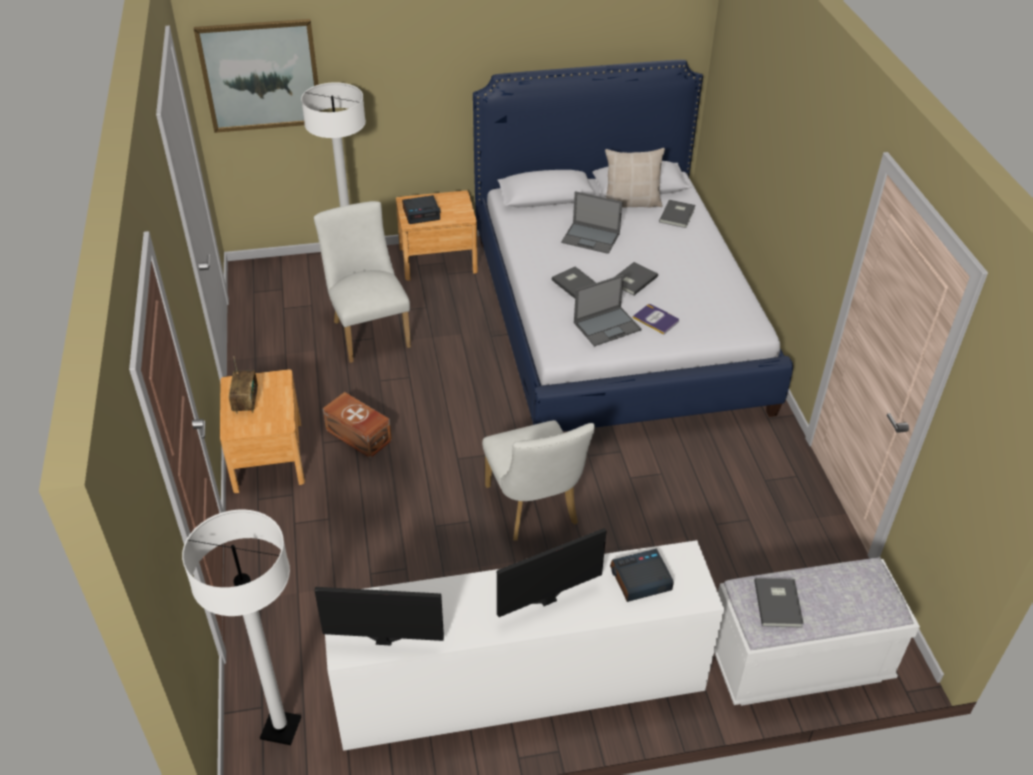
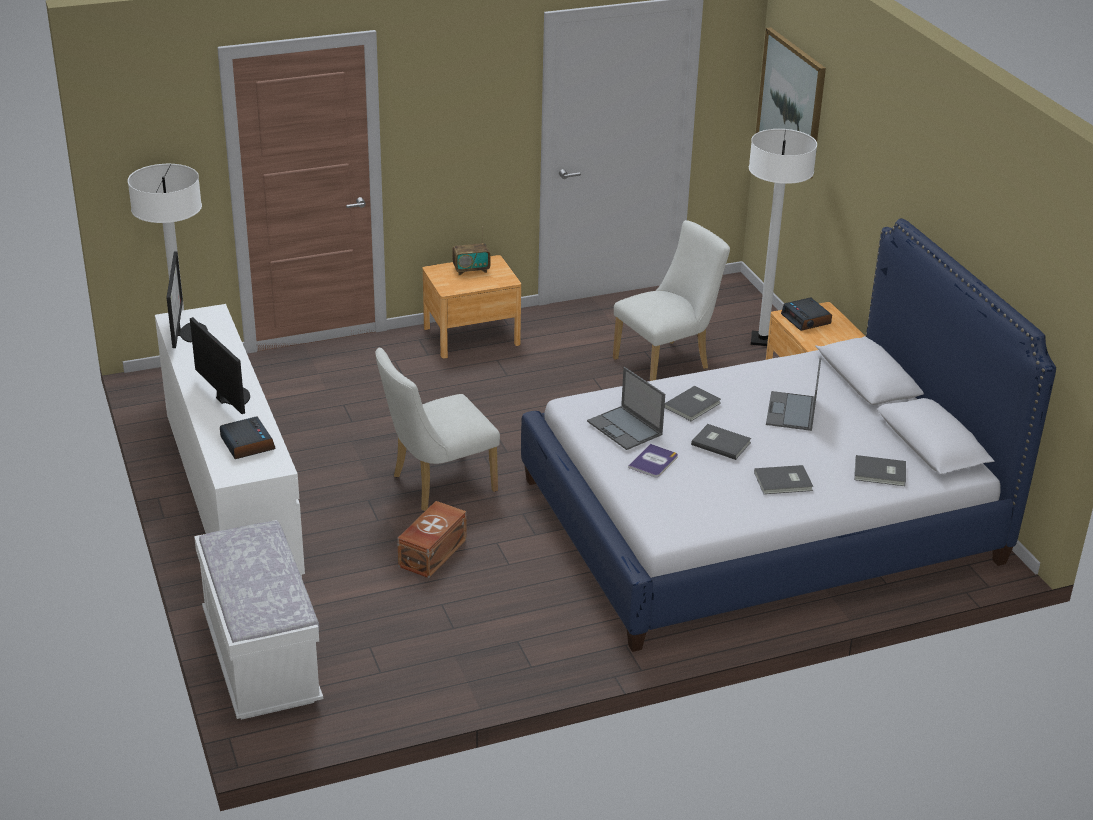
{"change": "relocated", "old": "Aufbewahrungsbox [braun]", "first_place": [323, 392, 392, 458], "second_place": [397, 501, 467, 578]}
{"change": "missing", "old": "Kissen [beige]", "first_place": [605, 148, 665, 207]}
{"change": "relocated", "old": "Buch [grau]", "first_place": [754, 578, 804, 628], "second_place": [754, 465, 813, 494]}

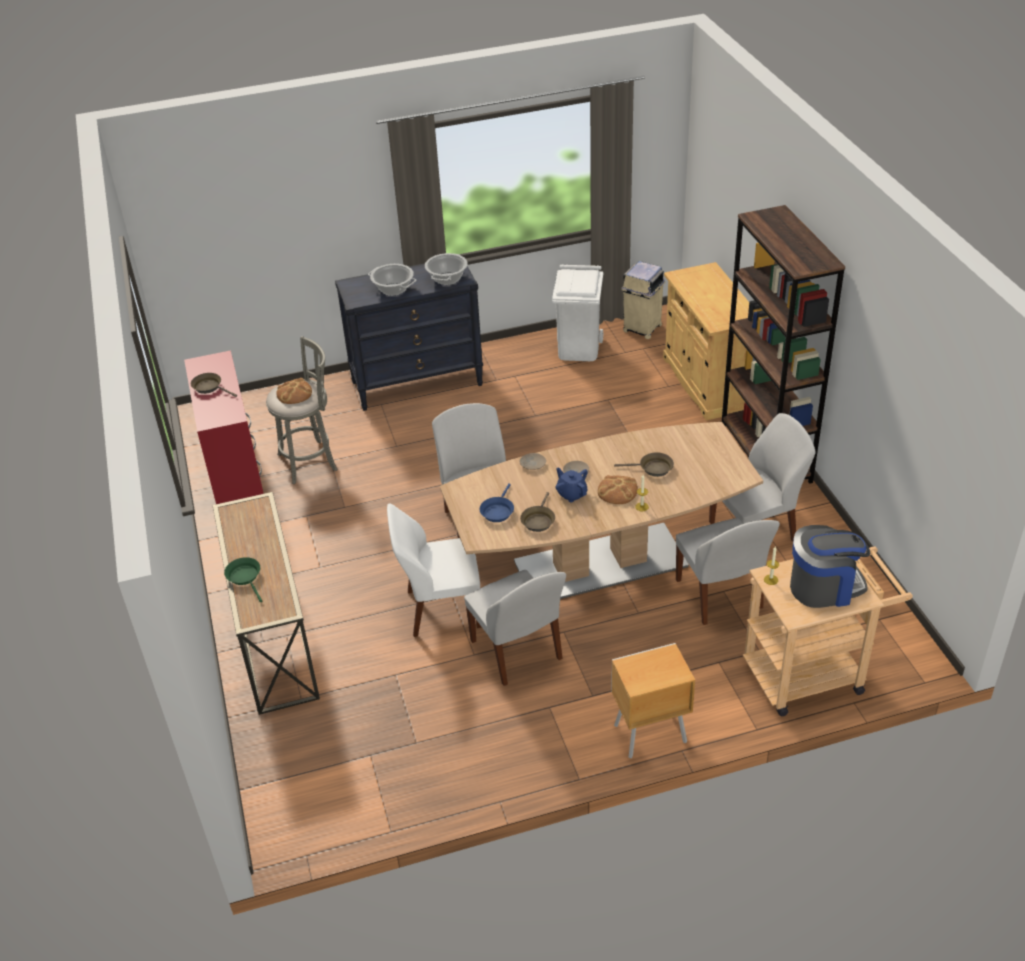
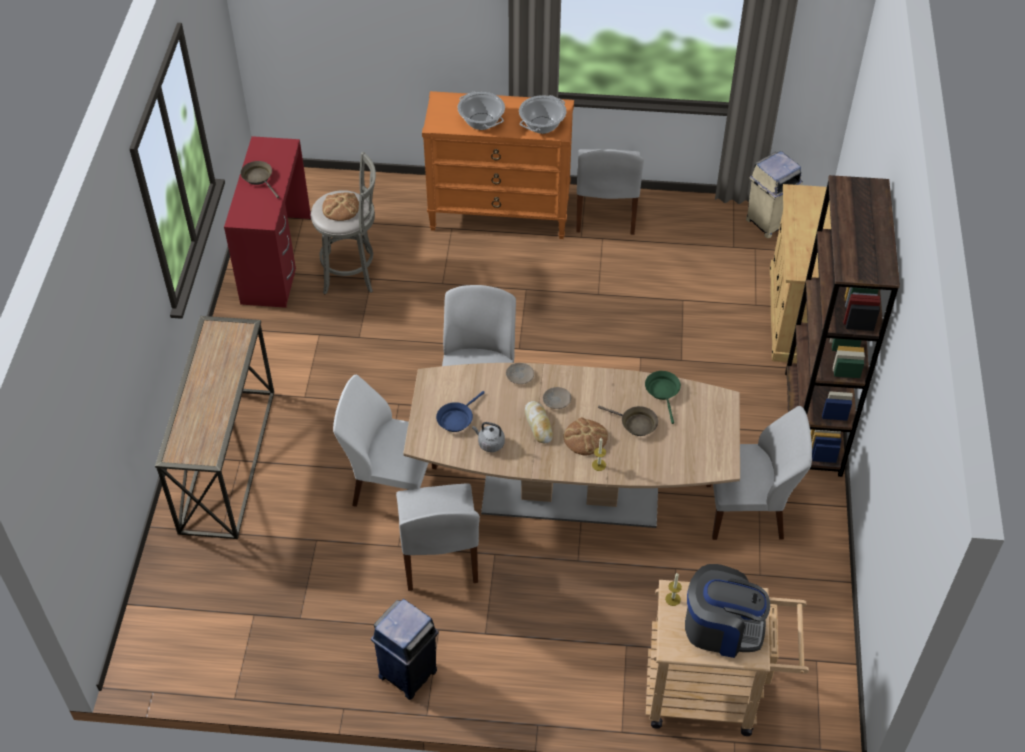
{"change": "relocated", "old": "Pfanne [grün]", "first_place": [224, 557, 262, 602], "second_place": [645, 371, 681, 424]}
{"change": "colour", "old": "Kommode [schwarz]", "new": "Kommode [orange]", "first_place": [335, 263, 483, 411], "second_place": [422, 91, 574, 239]}
{"change": "exchanged", "old": "Pfanne [braun]", "new": "Wasserkessel [grau]", "first_place": [520, 492, 555, 532], "second_place": [472, 422, 505, 452]}
{"change": "missing", "old": "Mülleimer [weiß]", "first_place": [552, 264, 603, 361]}
{"change": "exchanged", "old": "Teekanne [blau]", "new": "Brot", "first_place": [555, 467, 588, 502], "second_place": [525, 401, 553, 443]}
{"change": "missing", "old": "Nachttisch [braun]", "first_place": [611, 643, 695, 758]}
{"change": "relocated", "old": "Stuhl [weiß]", "first_place": [676, 518, 780, 625], "second_place": [576, 149, 644, 235]}
{"change": "appeared", "new": "Mülleimer [blau]", "second_place": [371, 599, 439, 700]}

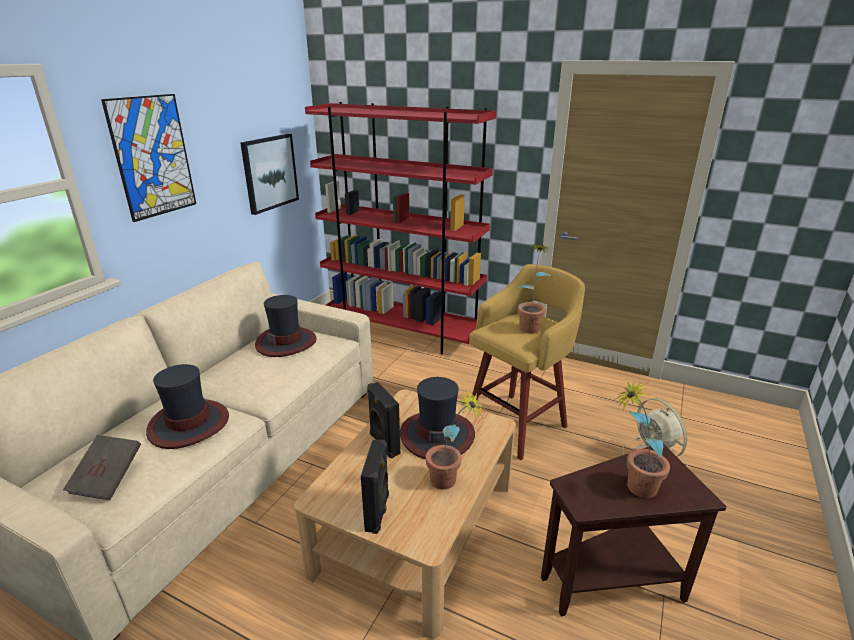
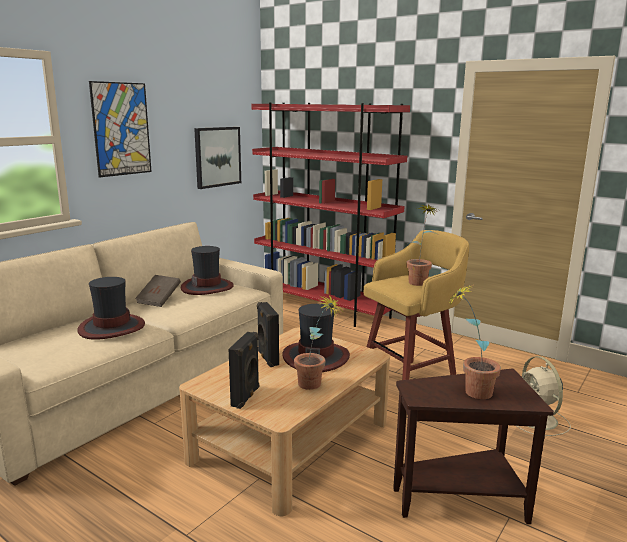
{"change": "relocated", "old": "Buch [braun]", "first_place": [63, 435, 141, 500], "second_place": [135, 275, 181, 307]}

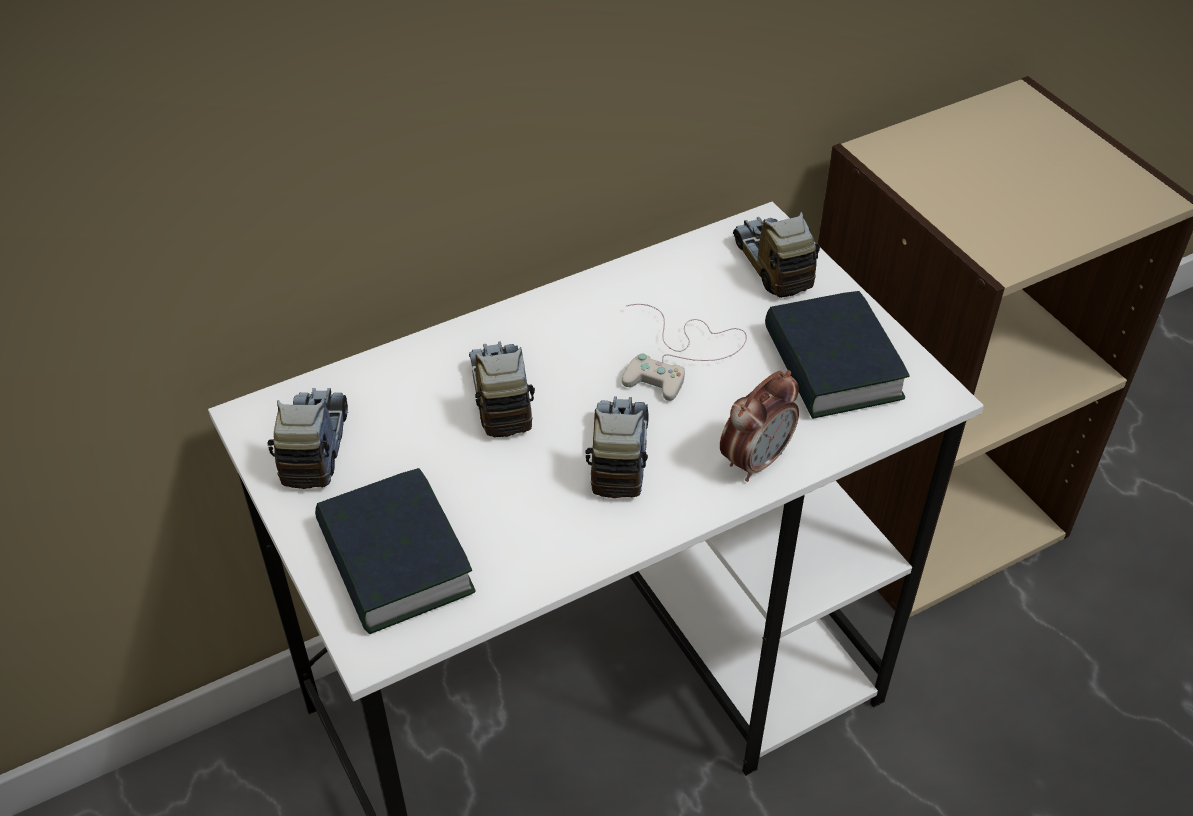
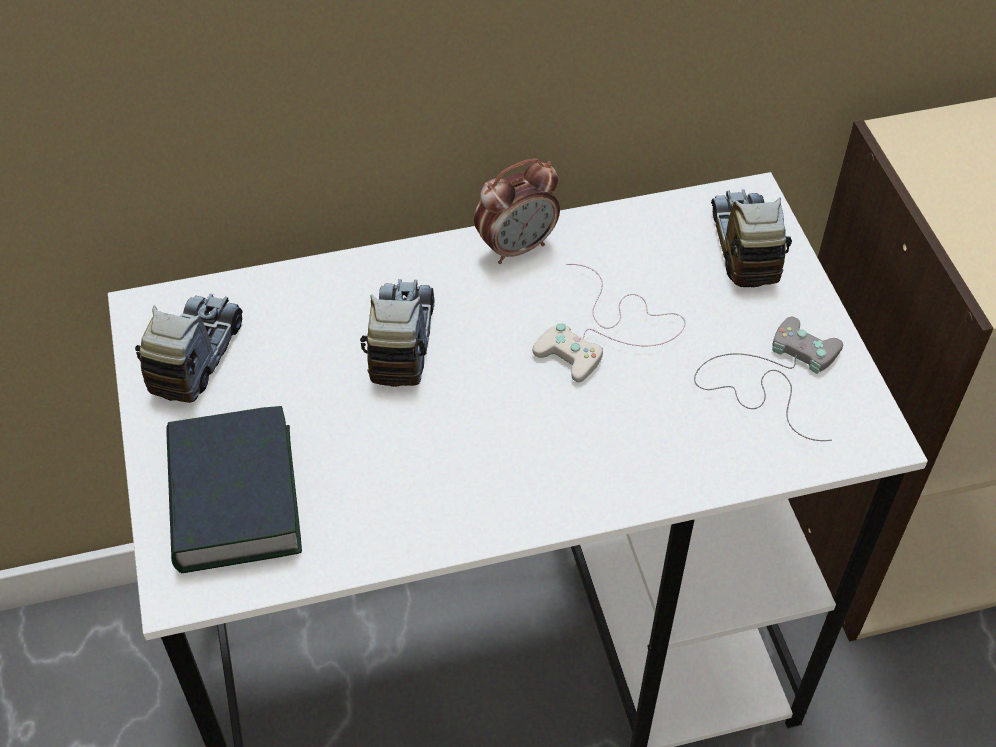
{"change": "missing", "old": "Spielzeuglaster", "first_place": [586, 396, 649, 498]}
{"change": "relocated", "old": "Wecker", "first_place": [720, 370, 799, 482], "second_place": [474, 158, 560, 264]}
{"change": "exchanged", "old": "Buch", "new": "Gamepad [grau]", "first_place": [765, 291, 910, 419], "second_place": [694, 317, 843, 441]}

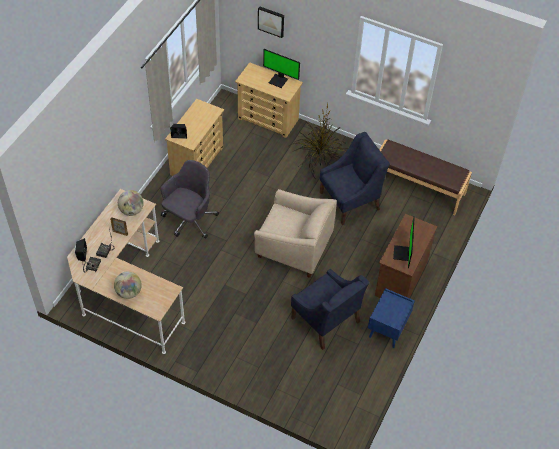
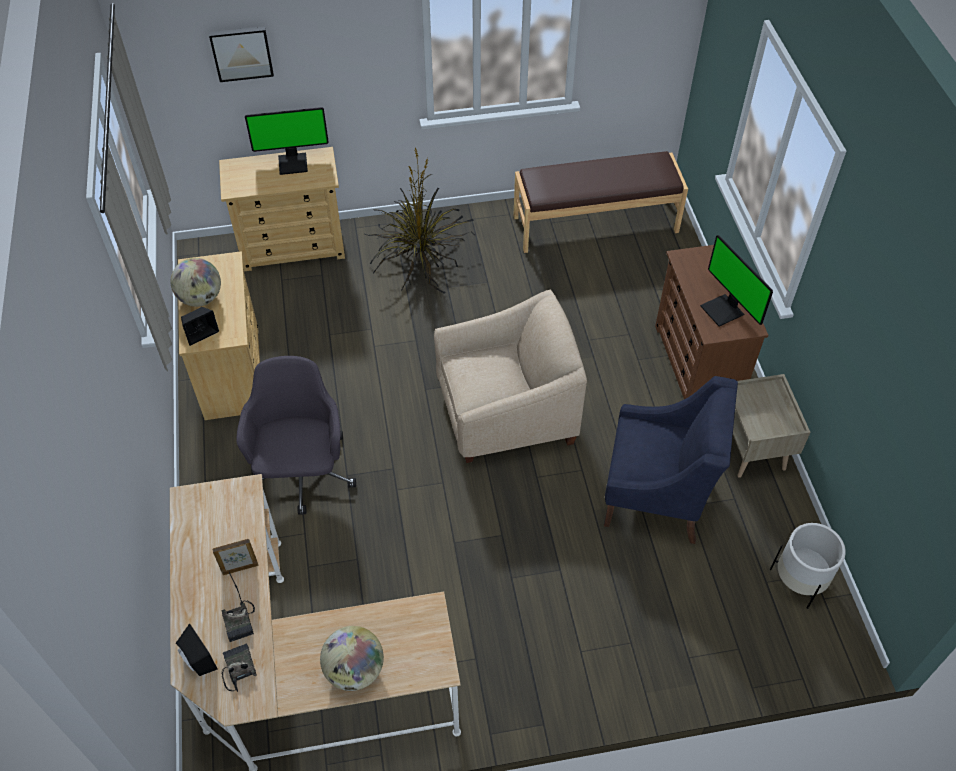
{"change": "relocated", "old": "Globus", "first_place": [118, 190, 144, 216], "second_place": [170, 258, 221, 307]}
{"change": "missing", "old": "Sessel [blau]", "first_place": [320, 132, 390, 225]}
{"change": "colour", "old": "Nachttisch [blau]", "new": "Nachttisch [beige]", "first_place": [368, 288, 415, 348], "second_place": [733, 374, 811, 478]}
{"change": "appeared", "new": "Pflanzkübel [weiß]", "second_place": [770, 523, 846, 609]}

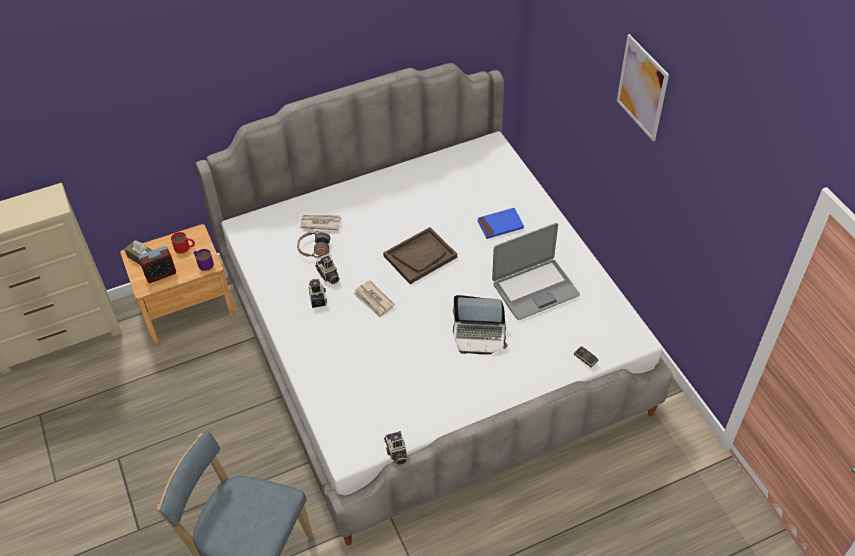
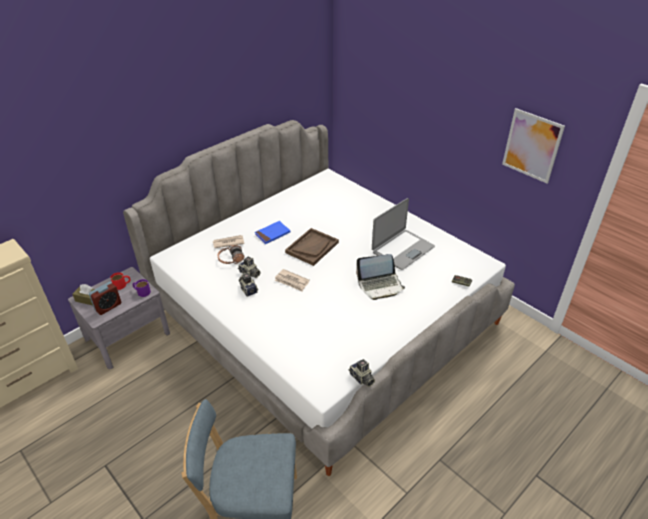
{"change": "colour", "old": "Nachttisch [braun]", "new": "Nachttisch [grau]", "first_place": [120, 224, 235, 344], "second_place": [68, 267, 170, 369]}
{"change": "relocated", "old": "Buch [blau]", "first_place": [477, 208, 524, 239], "second_place": [255, 221, 290, 244]}
{"change": "relocated", "old": "Bild", "first_place": [617, 34, 669, 141], "second_place": [502, 108, 565, 183]}

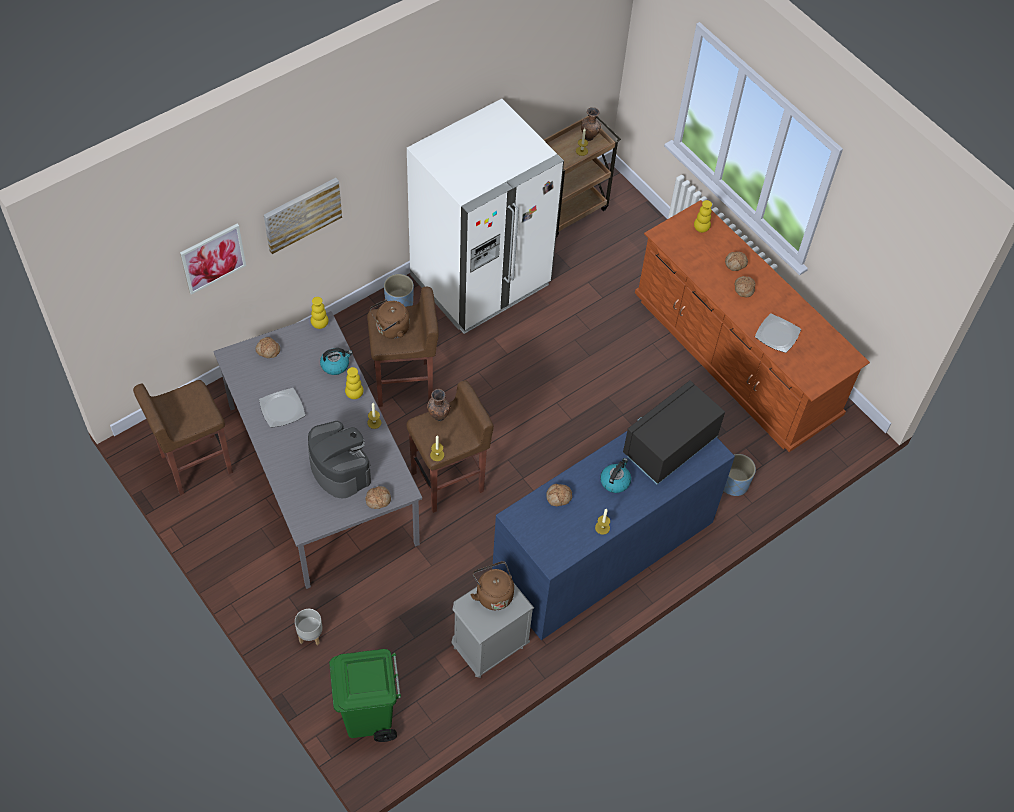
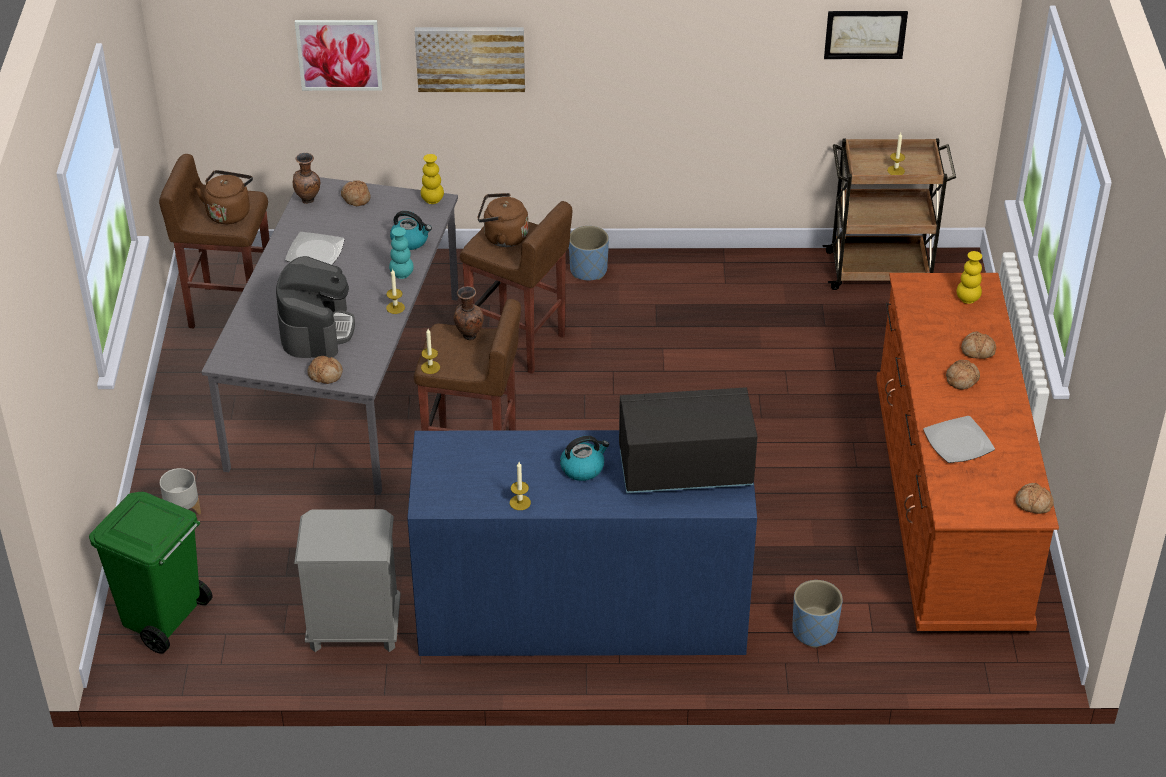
{"change": "colour", "old": "Vase [gelb]", "new": "Vase [türkis]", "first_place": [345, 367, 364, 399], "second_place": [389, 227, 414, 279]}
{"change": "missing", "old": "Kühlschrank [weiß]", "first_place": [407, 99, 564, 334]}
{"change": "relocated", "old": "Wasserkessel [braun]", "first_place": [471, 561, 514, 610], "second_place": [196, 170, 253, 224]}
{"change": "relocated", "old": "Brot", "first_place": [546, 484, 572, 506], "second_place": [1015, 483, 1054, 514]}
{"change": "relocated", "old": "Vase [braun]", "first_place": [581, 107, 601, 141], "second_place": [293, 153, 320, 204]}
{"change": "appeared", "new": "Bild", "second_place": [824, 11, 908, 59]}

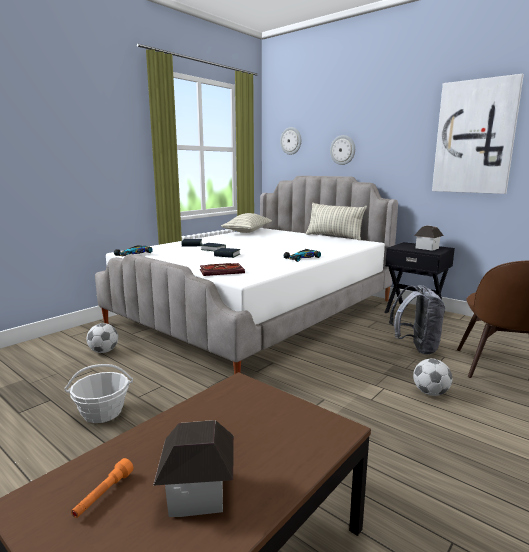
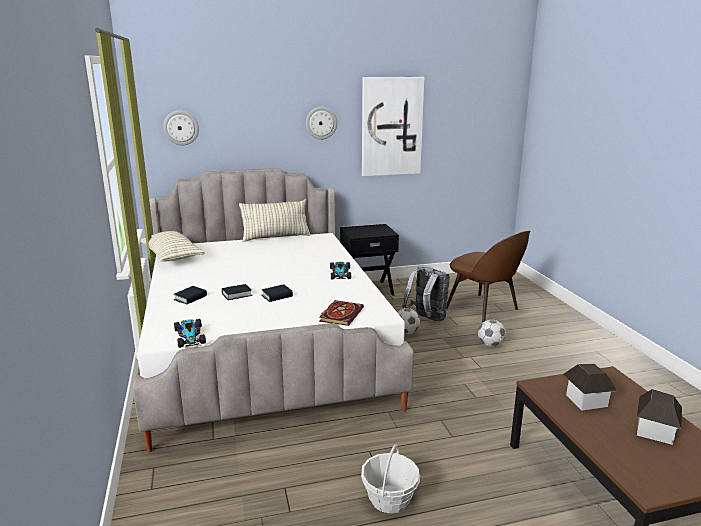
{"change": "missing", "old": "Taschenlampe [orange]", "first_place": [71, 458, 133, 518]}
{"change": "relocated", "old": "Fußball", "first_place": [87, 323, 118, 353], "second_place": [397, 308, 420, 334]}
{"change": "relocated", "old": "Wanduhr", "first_place": [330, 135, 355, 165], "second_place": [306, 107, 337, 140]}
{"change": "relocated", "old": "Spielzeughaus", "first_place": [414, 225, 444, 251], "second_place": [563, 364, 617, 410]}

